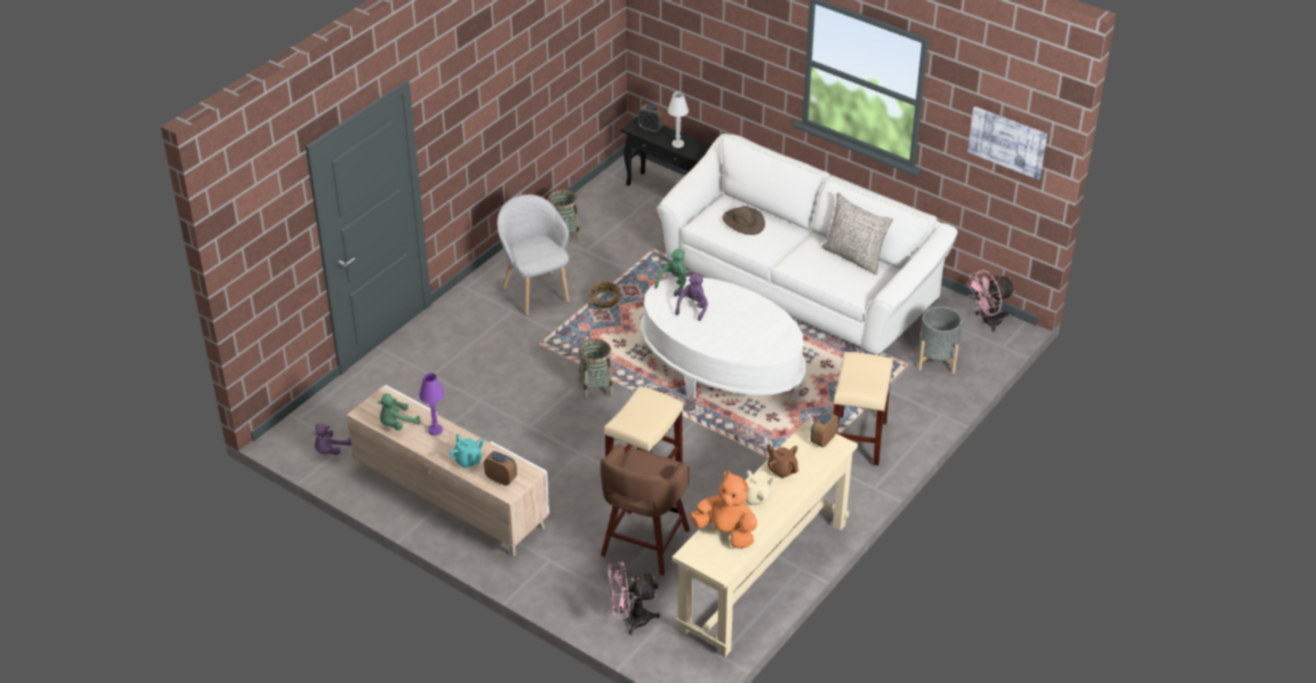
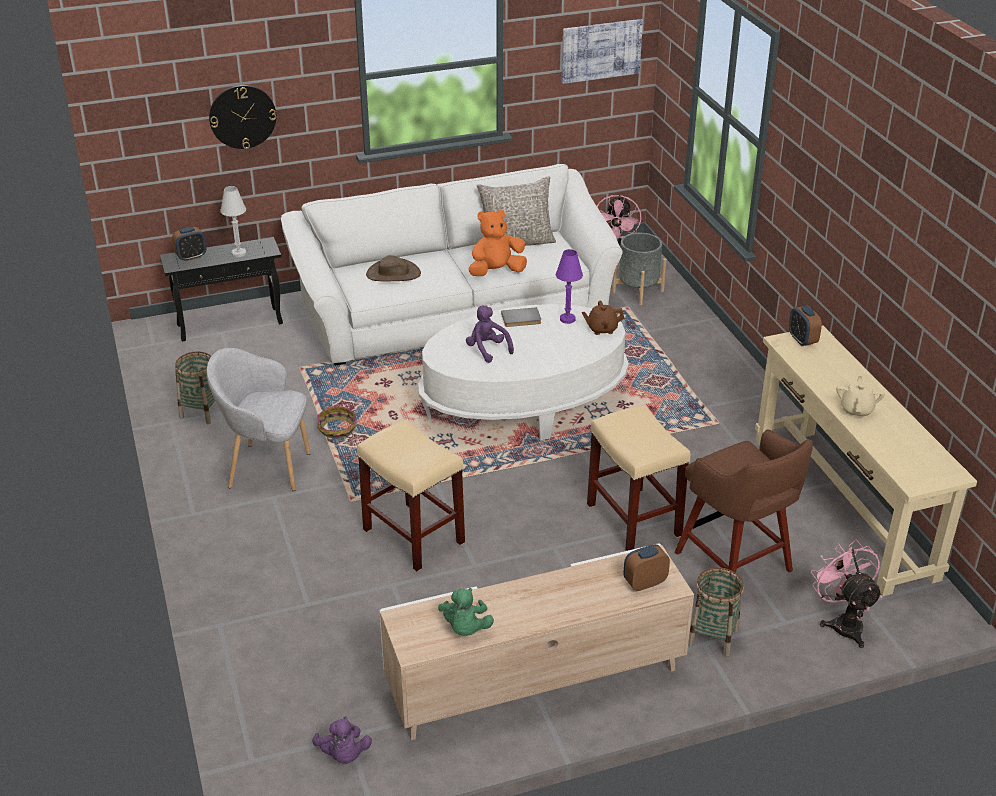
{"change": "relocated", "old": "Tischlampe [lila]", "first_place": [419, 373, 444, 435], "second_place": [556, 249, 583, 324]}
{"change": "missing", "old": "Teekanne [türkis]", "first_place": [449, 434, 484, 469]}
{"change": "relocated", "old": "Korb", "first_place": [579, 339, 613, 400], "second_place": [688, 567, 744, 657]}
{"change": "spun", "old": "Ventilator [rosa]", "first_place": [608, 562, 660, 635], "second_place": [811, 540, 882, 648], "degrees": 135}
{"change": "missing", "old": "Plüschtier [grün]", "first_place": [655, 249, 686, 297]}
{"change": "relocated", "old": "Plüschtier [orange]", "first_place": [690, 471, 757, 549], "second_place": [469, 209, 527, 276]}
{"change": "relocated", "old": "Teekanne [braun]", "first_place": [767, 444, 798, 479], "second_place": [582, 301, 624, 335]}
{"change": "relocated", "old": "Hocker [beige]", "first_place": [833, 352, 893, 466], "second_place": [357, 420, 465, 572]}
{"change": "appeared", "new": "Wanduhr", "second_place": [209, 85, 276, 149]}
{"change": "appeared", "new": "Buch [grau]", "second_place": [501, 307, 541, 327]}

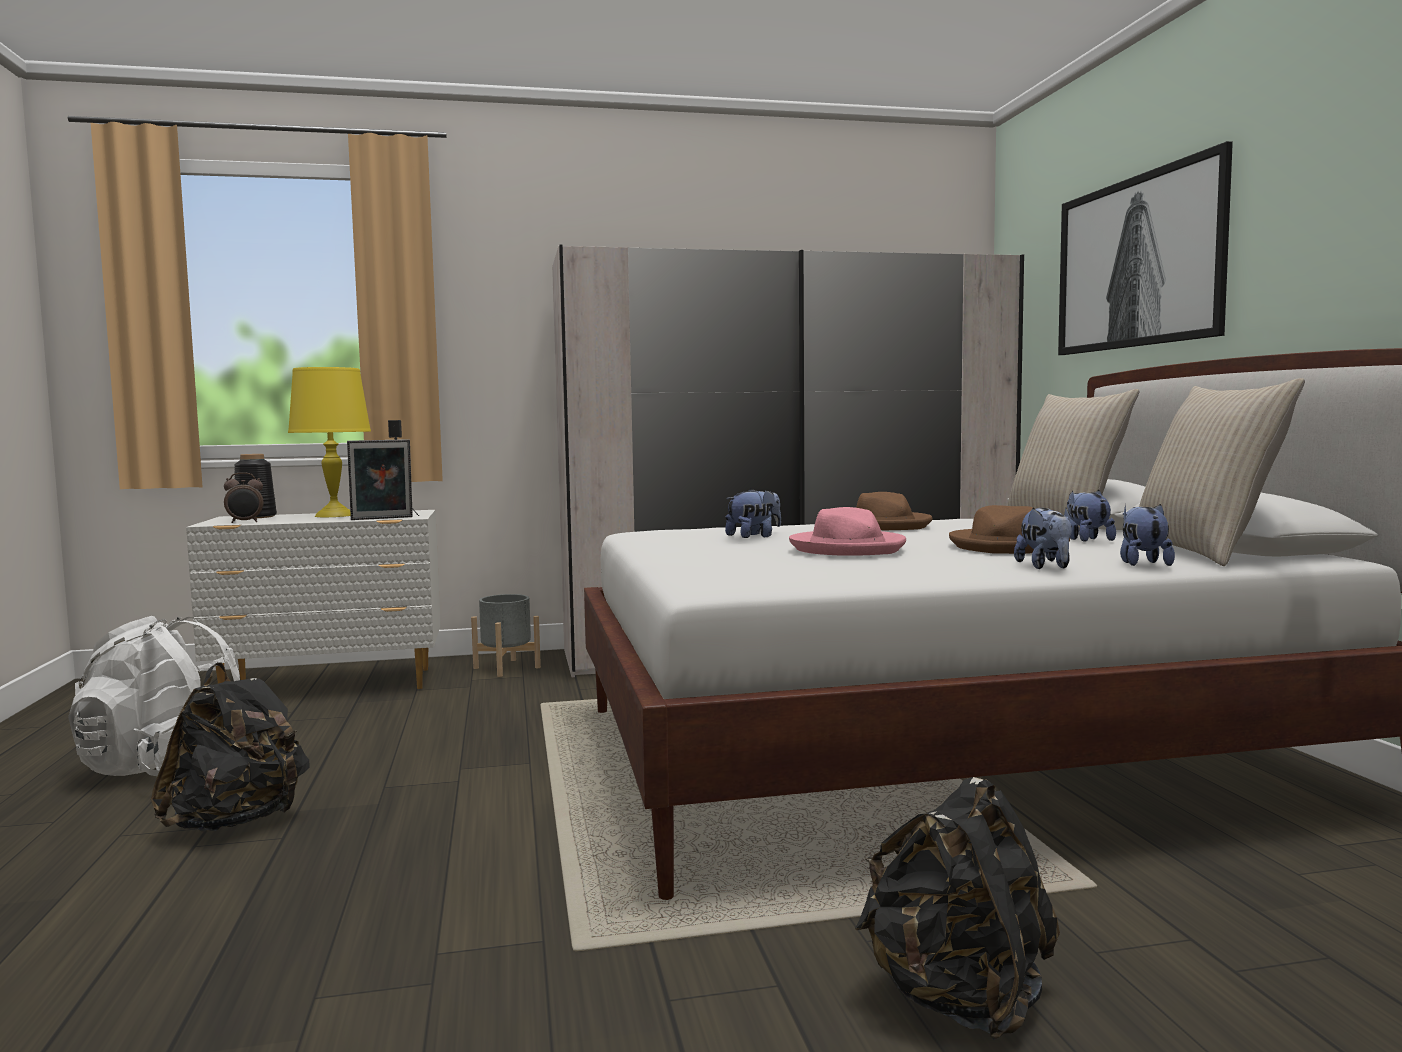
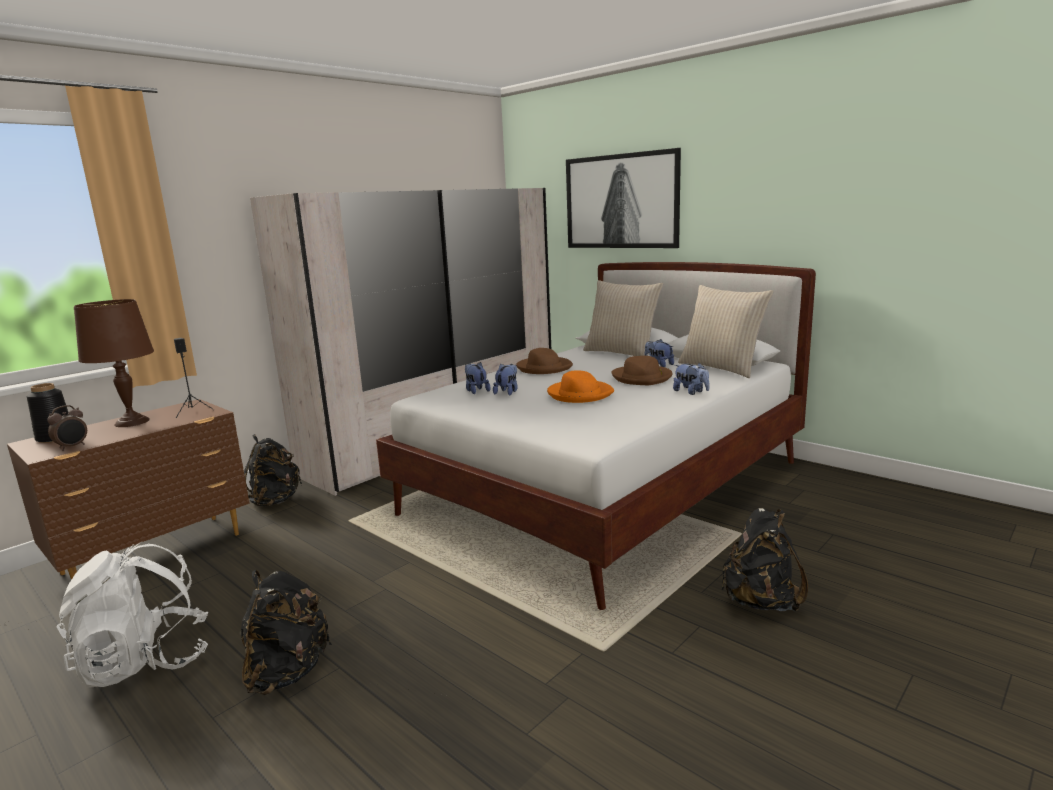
{"change": "colour", "old": "Kommode [weiß]", "new": "Kommode [braun]", "first_place": [186, 510, 441, 689], "second_place": [7, 399, 250, 580]}
{"change": "colour", "old": "Tischlampe [gelb]", "new": "Tischlampe [braun]", "first_place": [288, 367, 371, 517], "second_place": [74, 299, 154, 427]}
{"change": "missing", "old": "Bilderrahmen", "first_place": [347, 439, 413, 520]}
{"change": "exchanged", "old": "Pflanzkübel [grau]", "new": "Rucksack [schwarz]", "first_place": [471, 594, 541, 677], "second_place": [244, 434, 302, 506]}
{"change": "colour", "old": "Hut [rosa]", "new": "Hut [orange]", "first_place": [789, 507, 906, 556], "second_place": [547, 370, 614, 403]}
{"change": "relocated", "old": "Plüschtier", "first_place": [1120, 504, 1175, 566], "second_place": [465, 362, 490, 394]}

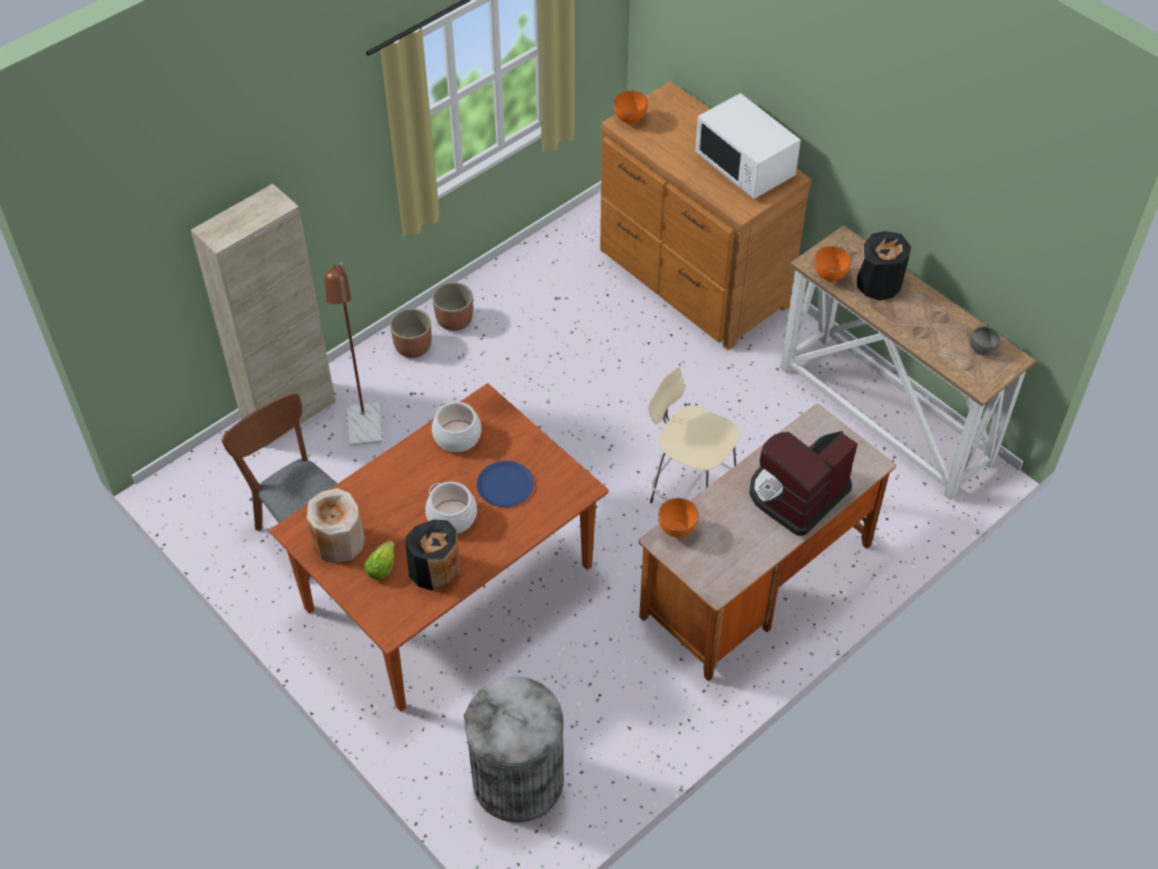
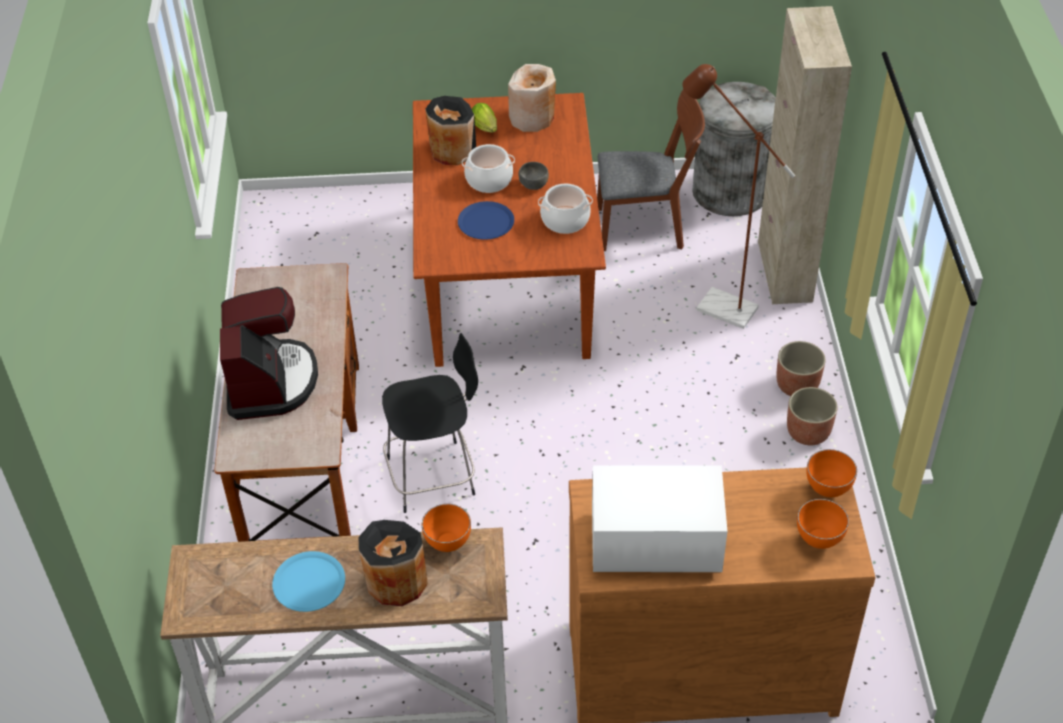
{"change": "relocated", "old": "Mülleimer [grau]", "first_place": [464, 677, 564, 822], "second_place": [692, 82, 776, 216]}
{"change": "colour", "old": "Hocker [beige]", "new": "Hocker [schwarz]", "first_place": [648, 367, 740, 503], "second_place": [382, 333, 478, 513]}
{"change": "relocated", "old": "Schüssel [orange]", "first_place": [658, 498, 699, 537], "second_place": [797, 499, 849, 549]}
{"change": "relocated", "old": "Schüssel [grau]", "first_place": [970, 326, 1001, 355], "second_place": [519, 162, 549, 190]}
{"change": "appeared", "new": "Teller [blau]", "second_place": [272, 551, 345, 612]}

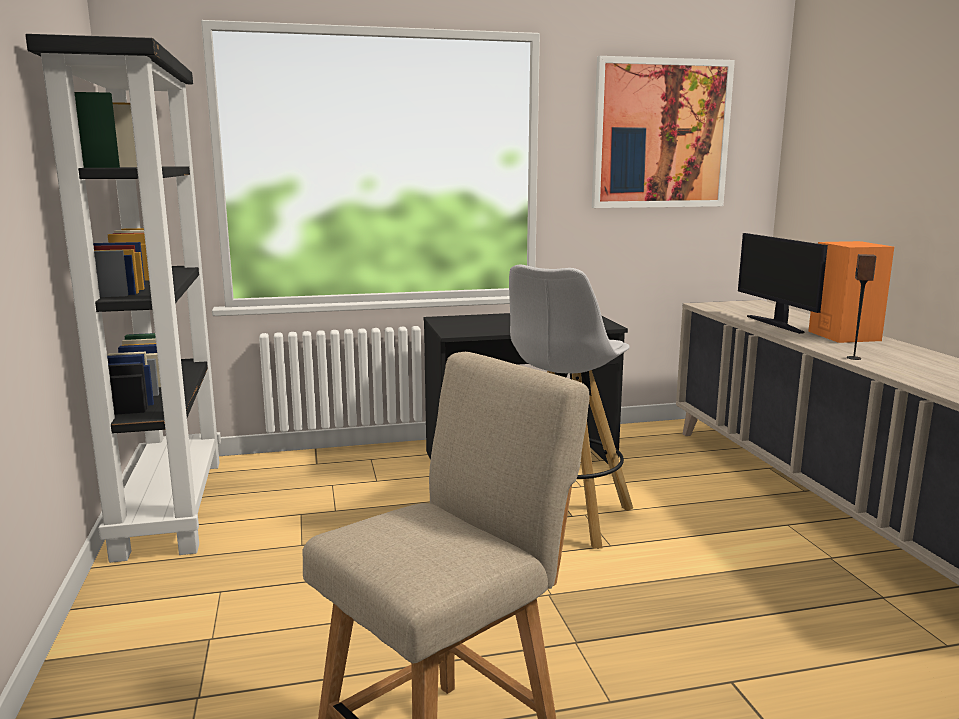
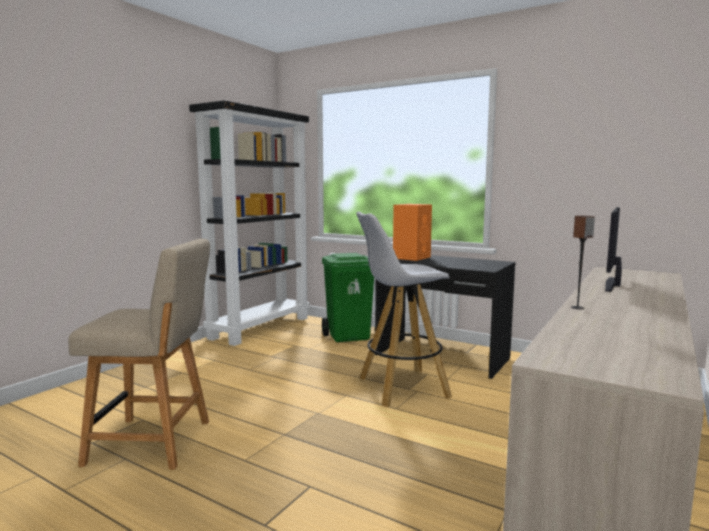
{"change": "missing", "old": "Bild", "first_place": [592, 56, 735, 208]}
{"change": "relocated", "old": "Lautsprecher [orange]", "first_place": [808, 241, 894, 343], "second_place": [393, 204, 432, 261]}
{"change": "appeared", "new": "Mülleimer [grün]", "second_place": [322, 253, 374, 342]}

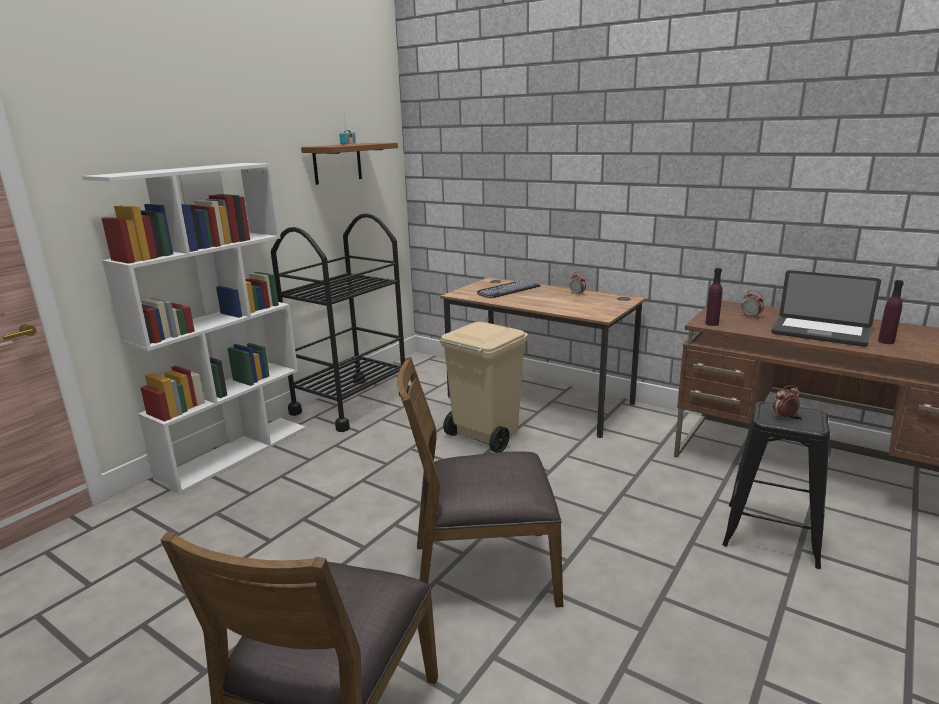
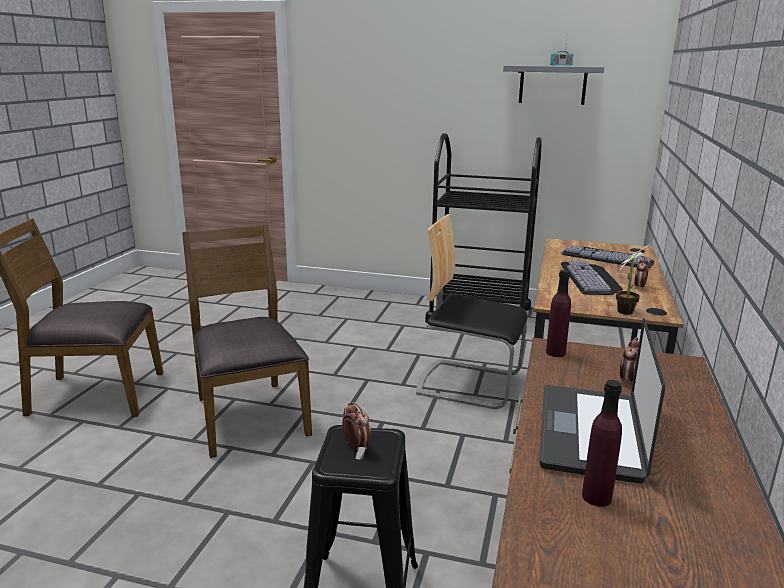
{"change": "missing", "old": "Bücherregal [weiß]", "first_place": [82, 163, 306, 494]}
{"change": "colour", "old": "Wandregal [braun]", "new": "Wandregal [grau]", "first_place": [301, 143, 398, 185], "second_place": [503, 65, 604, 105]}
{"change": "exchanged", "old": "Mülleimer [beige]", "new": "Stuhl", "first_place": [439, 322, 528, 453], "second_place": [416, 214, 528, 409]}
{"change": "appeared", "new": "Tastatur", "second_place": [561, 260, 623, 295]}
{"change": "appeared", "new": "Topfpflanze", "second_place": [616, 244, 651, 315]}

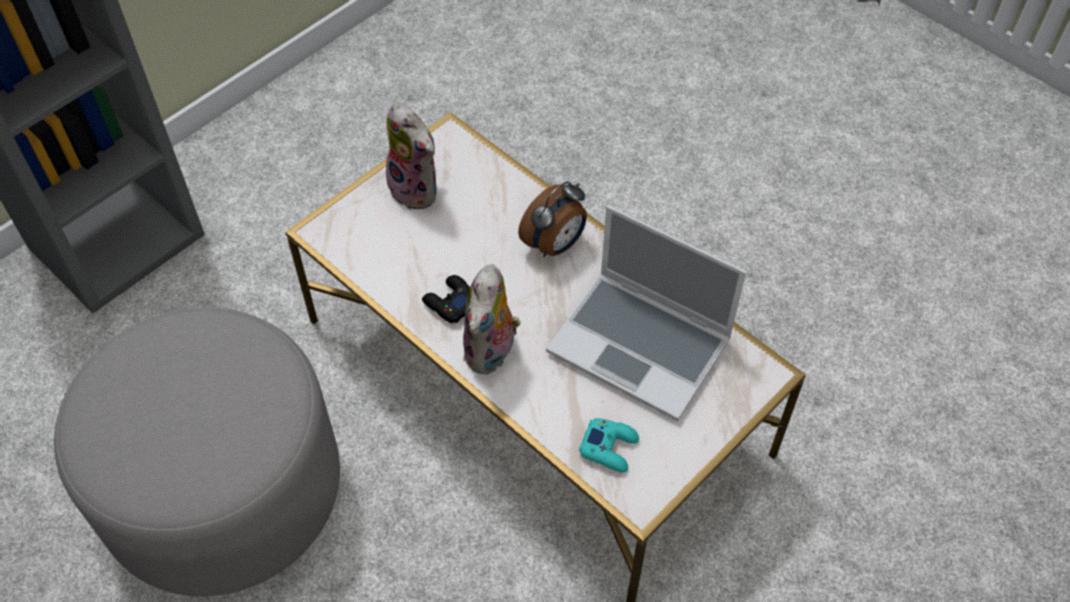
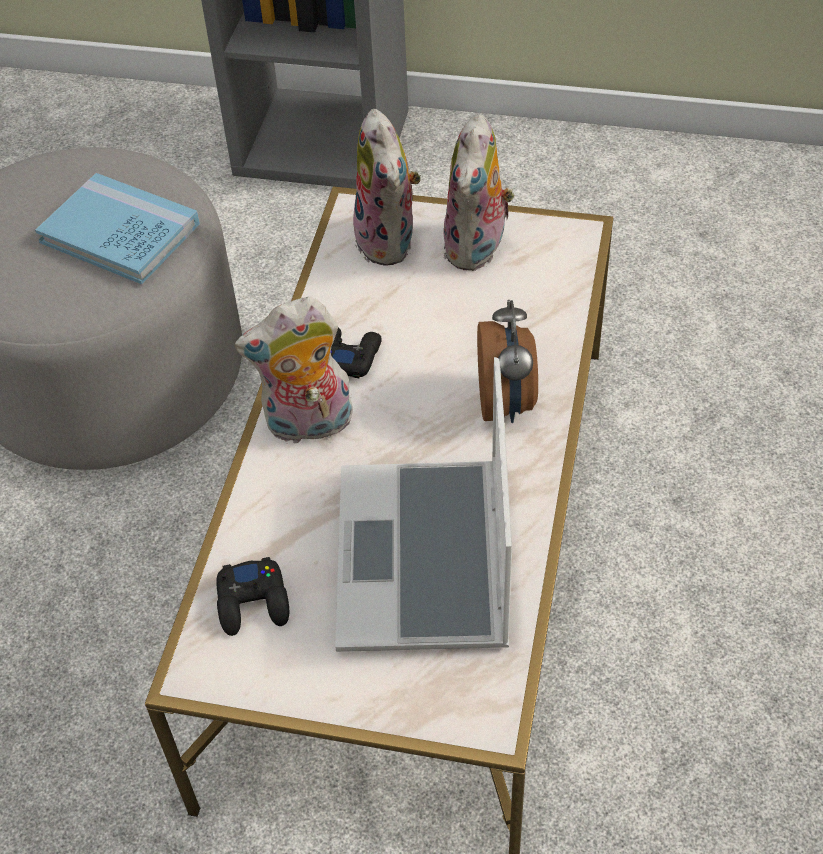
{"change": "spun", "old": "Wecker", "first_place": [518, 182, 587, 257], "second_place": [477, 300, 538, 423], "degrees": -105}
{"change": "colour", "old": "Gamepad [türkis]", "new": "Gamepad [schwarz]", "first_place": [579, 418, 639, 473], "second_place": [216, 557, 289, 636]}
{"change": "appeared", "new": "Buch [blau]", "second_place": [35, 173, 200, 284]}
{"change": "appeared", "new": "Plüschtier", "second_place": [353, 109, 421, 266]}

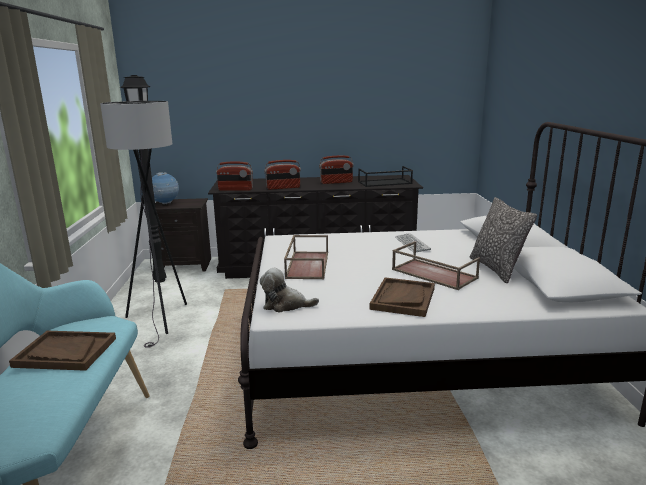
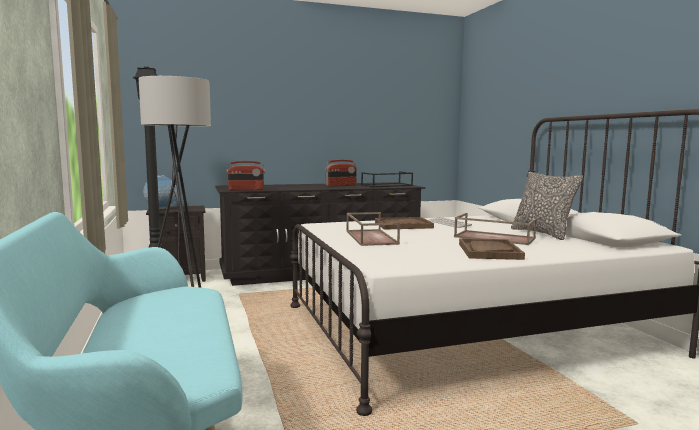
{"change": "relocated", "old": "Tablett [braun]", "first_place": [9, 331, 116, 371], "second_place": [375, 217, 434, 230]}
{"change": "missing", "old": "Plüschtier", "first_place": [260, 268, 319, 313]}
{"change": "missing", "old": "Radio", "first_place": [264, 160, 301, 190]}

